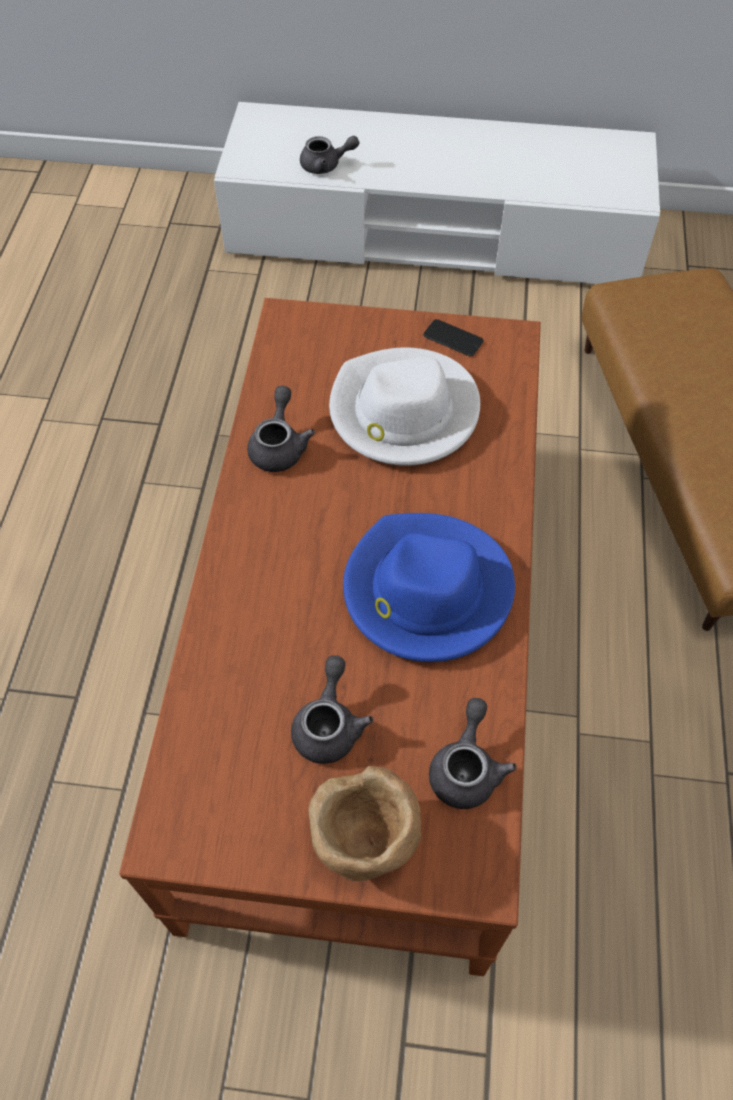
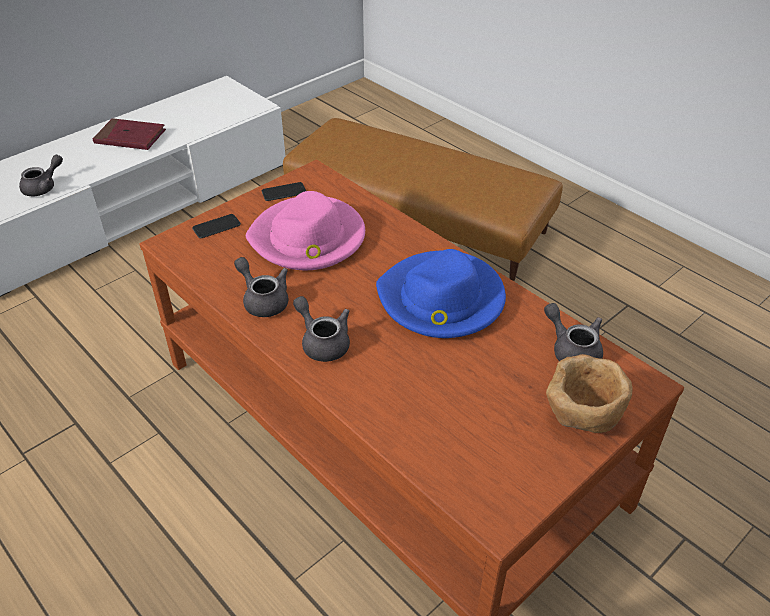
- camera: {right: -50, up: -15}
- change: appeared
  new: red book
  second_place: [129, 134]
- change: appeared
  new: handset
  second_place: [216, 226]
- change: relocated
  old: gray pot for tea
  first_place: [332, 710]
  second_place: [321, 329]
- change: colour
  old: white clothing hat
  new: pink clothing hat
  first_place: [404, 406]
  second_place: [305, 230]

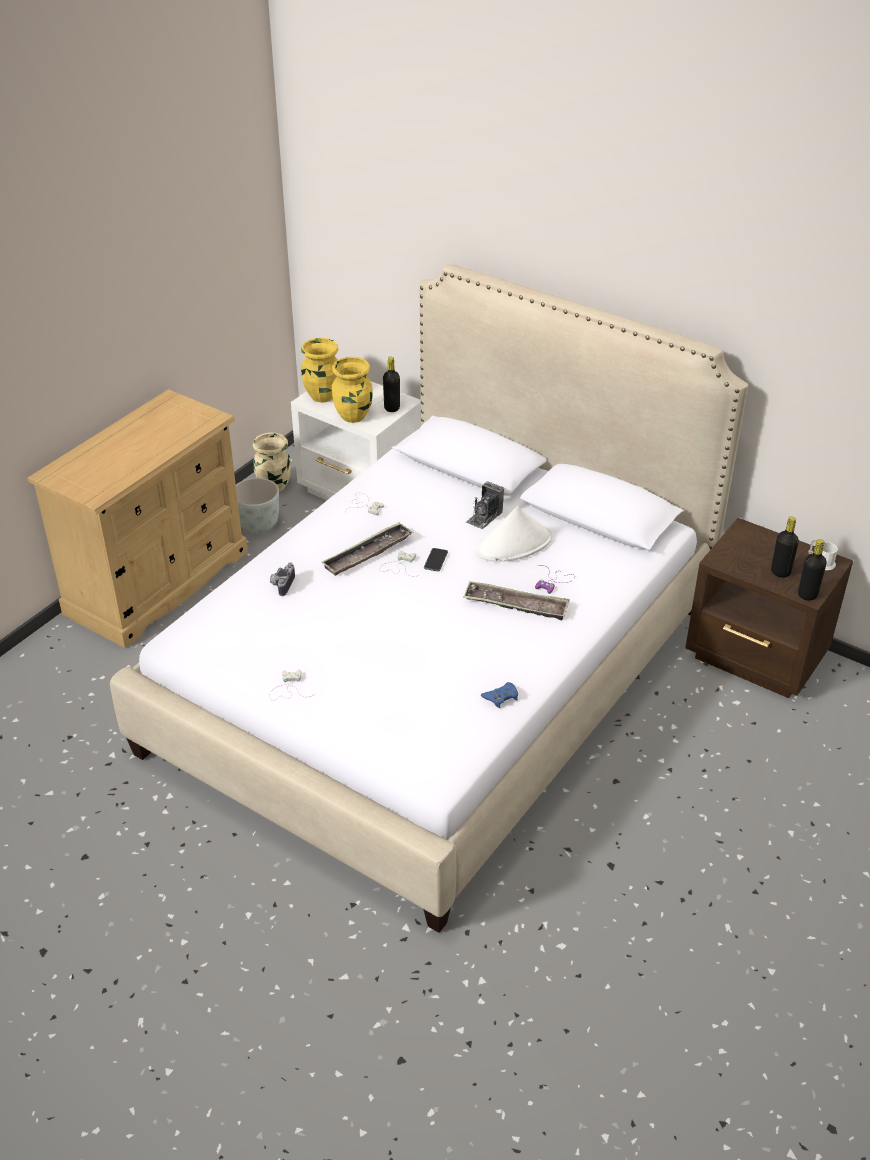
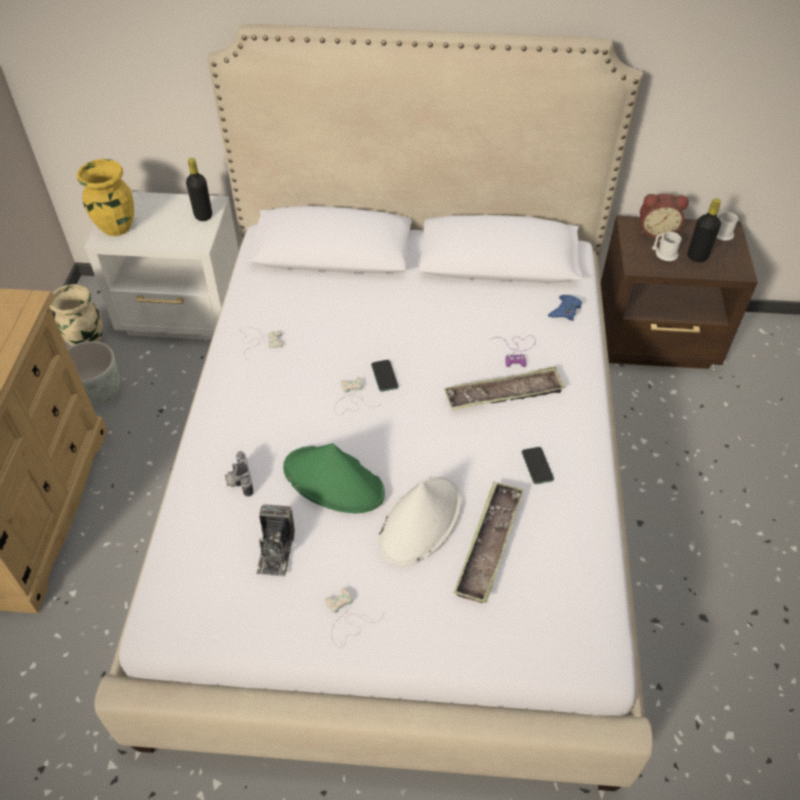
- camera: {right: -30, up: 10}
- change: missing
  old: yellow vase
  first_place: [352, 390]
- change: missing
  old: black bottle
  first_place: [812, 570]
- change: appeared
  new: green-coloured clothing hat
  second_place: [334, 478]
- change: appeared
  new: handset
  second_place: [538, 465]
- change: appeared
  new: bedside clock
  second_place: [664, 216]
- change: appeared
  new: white tea mug
  second_place: [666, 246]
- change: relocated
  old: tray
  first_place: [367, 549]
  second_place: [489, 542]
- change: relocated
  old: still camera
  first_place: [485, 505]
  second_place: [275, 540]
- change: relocated
  old: white clothing hat
  first_place: [514, 534]
  second_place: [419, 522]
- change: relocated
  old: blue joypad
  first_place: [499, 695]
  second_place: [565, 308]

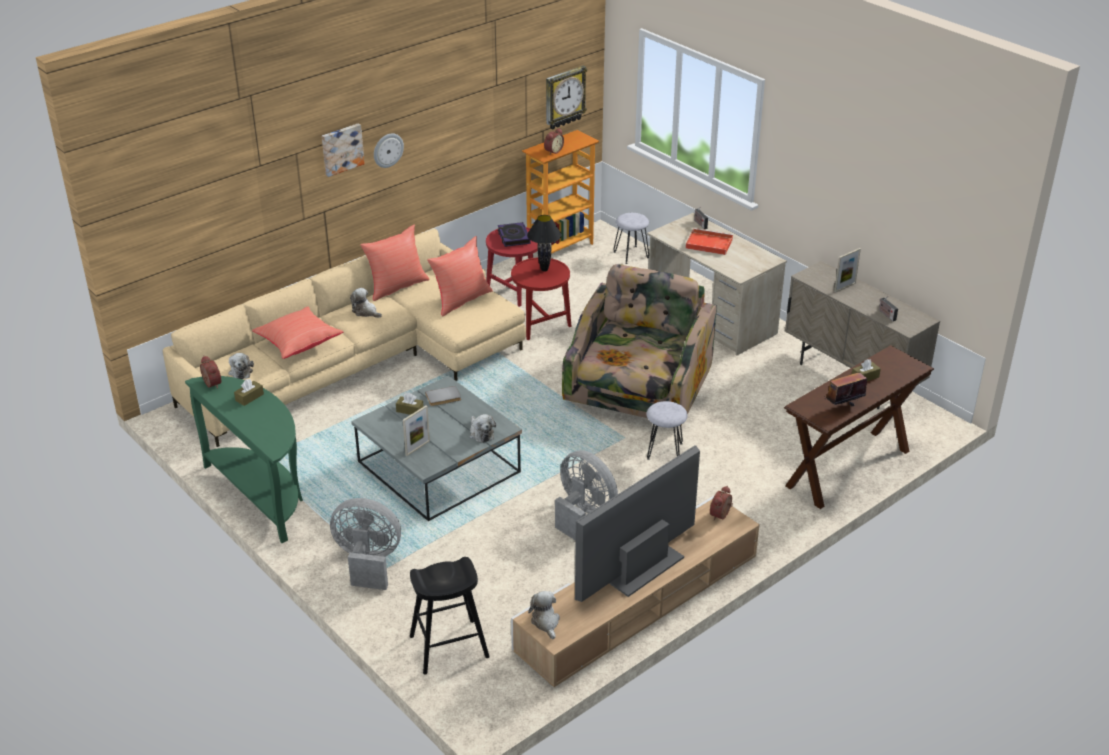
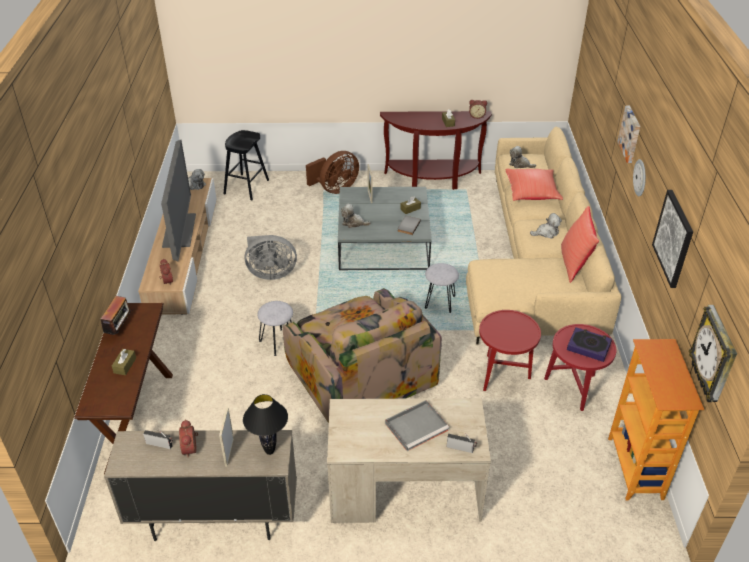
- camera: {right: 130, up: 5}
- change: missing
  old: red throw pillow
  first_place: [460, 276]
- change: appeared
  new: picture
  second_place: [672, 239]
- change: relocated
  old: black lamp for a table
  first_place: [544, 243]
  second_place: [265, 424]
- change: relocated
  old: bedside clock
  first_place: [554, 141]
  second_place: [188, 438]
- change: relocated
  old: gray stool
  first_place: [631, 238]
  second_place: [442, 288]
- change: colour
  old: green-coloured hall table
  new: brown-coloured hall table
  first_place: [244, 459]
  second_place: [436, 150]
- change: colour
  old: gray electric fan
  new: brown-coloured electric fan
  first_place: [365, 544]
  second_place: [332, 172]
- change: colour
  old: red tray
  new: gray tray
  first_place: [709, 241]
  second_place: [417, 425]

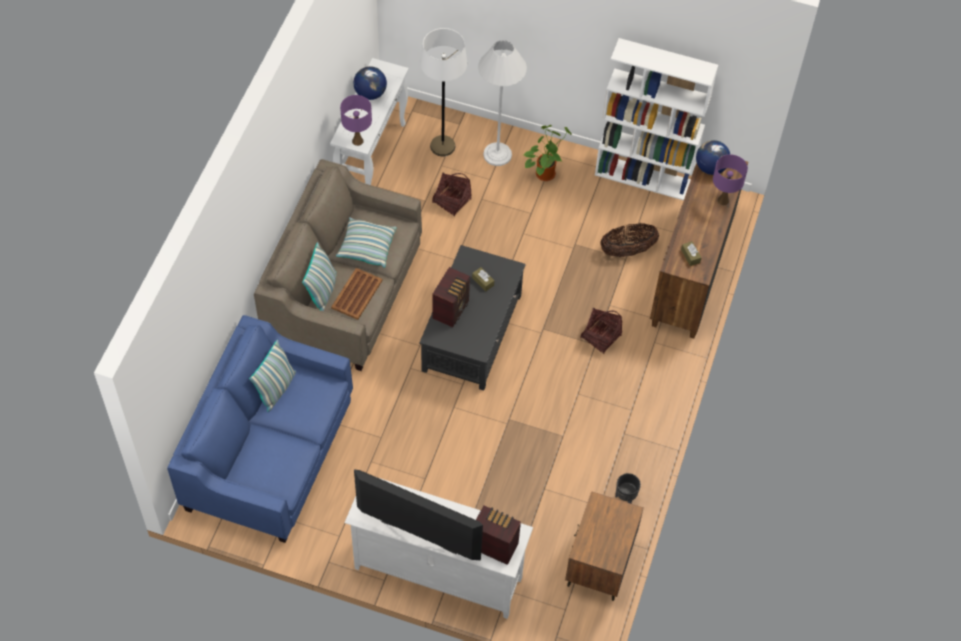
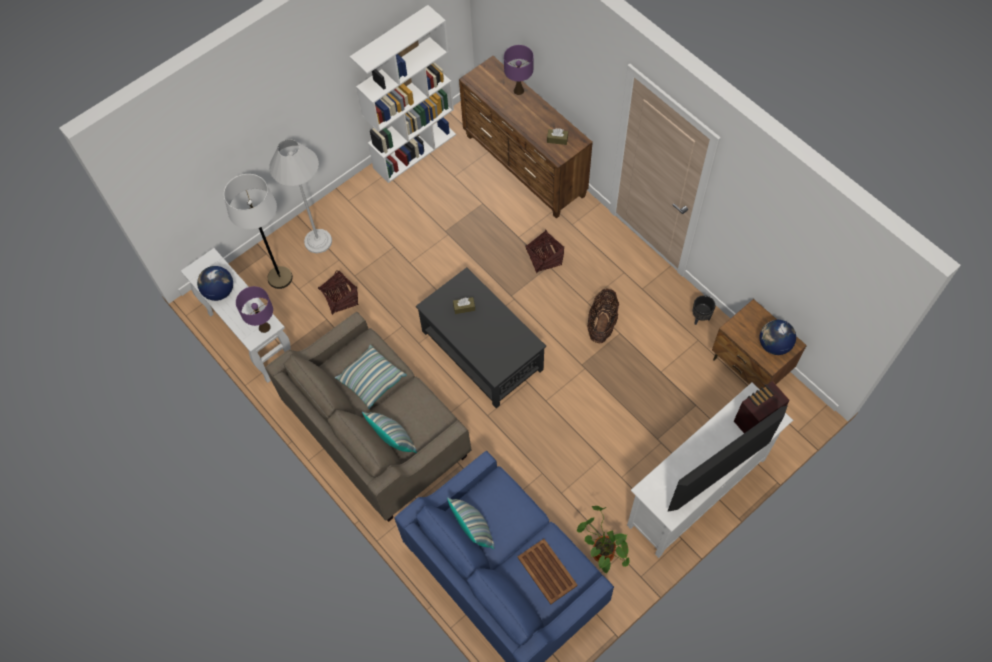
- camera: {right: -55, up: 5}
- change: missing
  old: radio
  first_place: [451, 297]
- change: relocated
  old: brown-coloured tray
  first_place: [357, 294]
  second_place: [547, 572]
- change: relocated
  old: houseplant
  first_place: [548, 153]
  second_place: [603, 540]
- change: relocated
  old: basket
  first_place: [629, 240]
  second_place: [603, 315]
- change: relocated
  old: desk globe
  first_place: [713, 157]
  second_place: [778, 337]

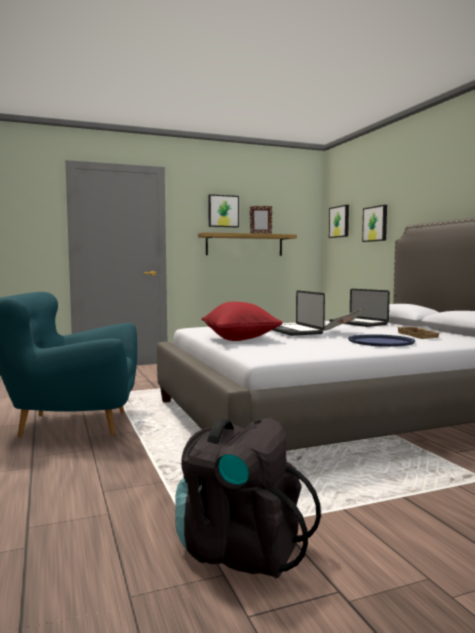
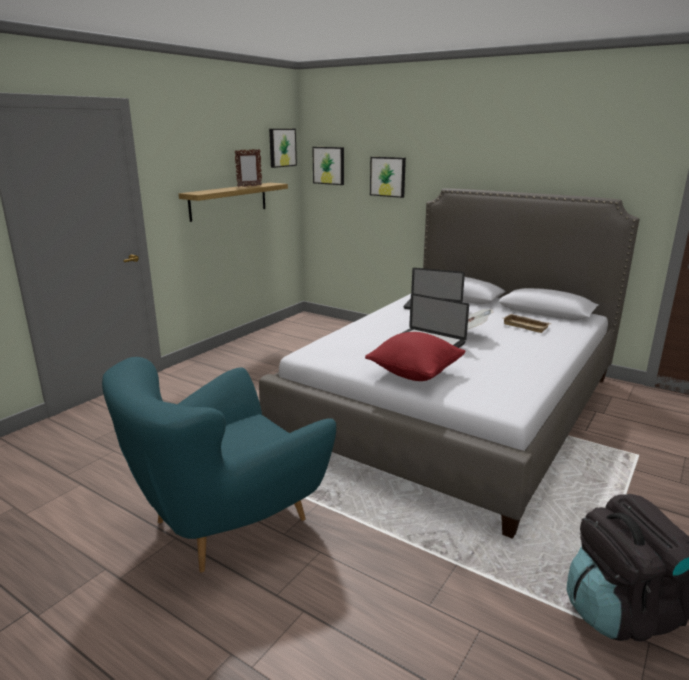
- camera: {right: -35, up: 15}
- change: missing
  old: blue tray
  first_place: [381, 340]
- change: relocated
  old: picture
  first_place: [223, 210]
  second_place: [283, 148]

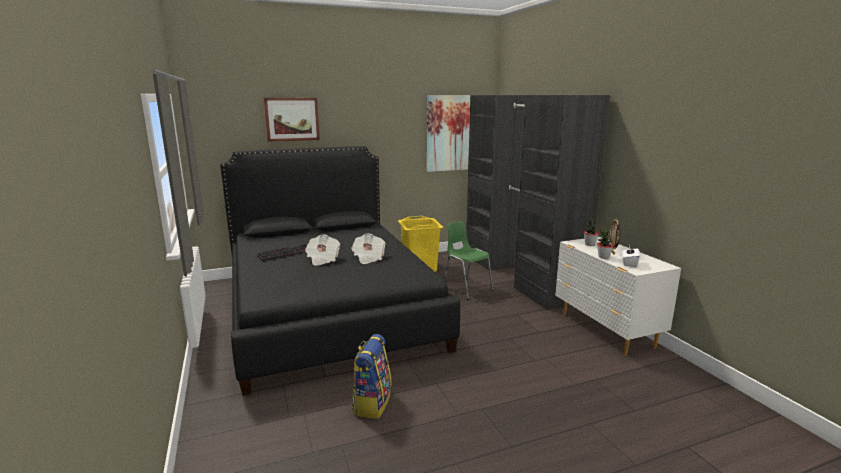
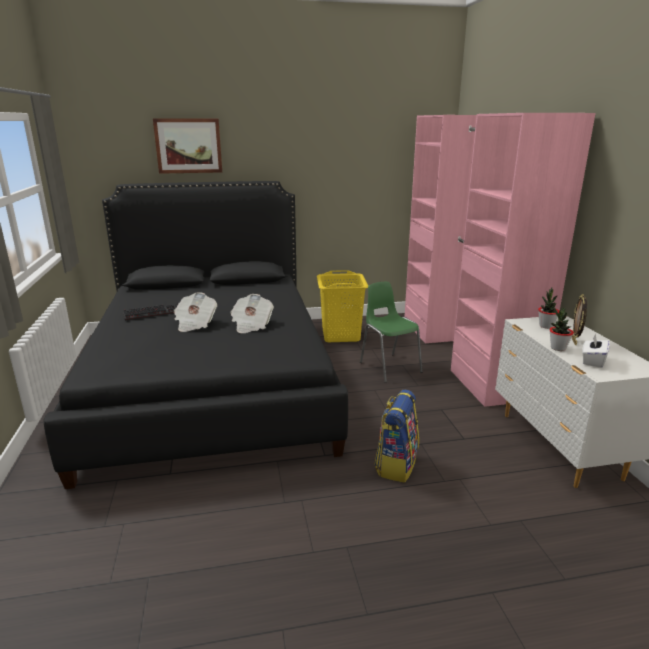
- camera: {right: 10, up: 5}
- change: missing
  old: picture
  first_place: [448, 133]
- change: relocated
  old: rucksack
  first_place: [371, 376]
  second_place: [397, 436]
- change: colour
  old: black clothes cupboard
  new: pink clothes cupboard
  first_place: [538, 202]
  second_place: [499, 260]

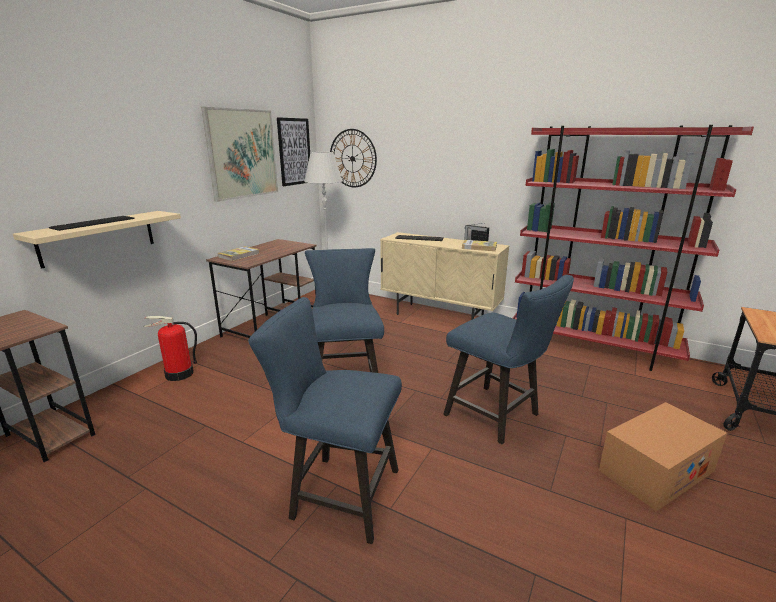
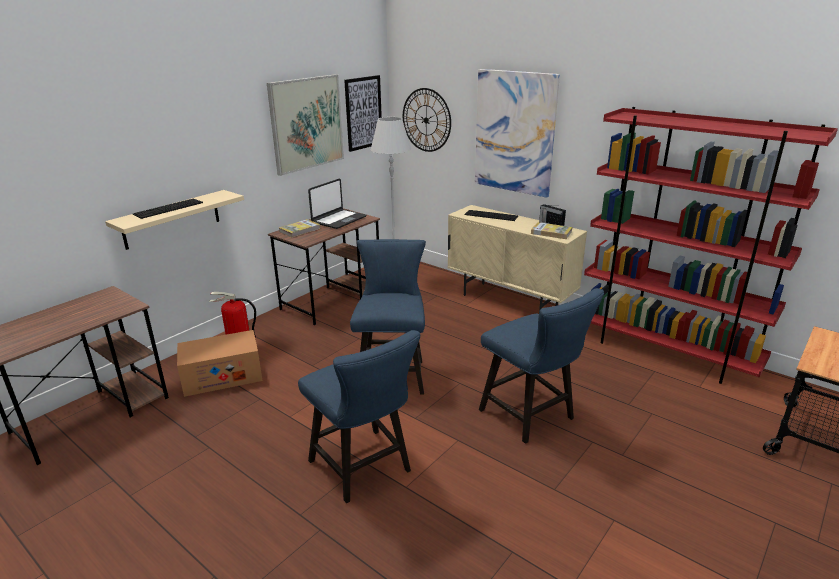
- camera: {right: 10, up: 5}
- change: appeared
  new: notebook computer
  second_place: [337, 204]
- change: appeared
  new: picture
  second_place: [517, 133]
- change: relocated
  old: carton
  first_place: [663, 456]
  second_place: [220, 363]
- change: spun
  old: blue chair
  first_place: [325, 420]
  second_place: [359, 416]
  degrees: -150

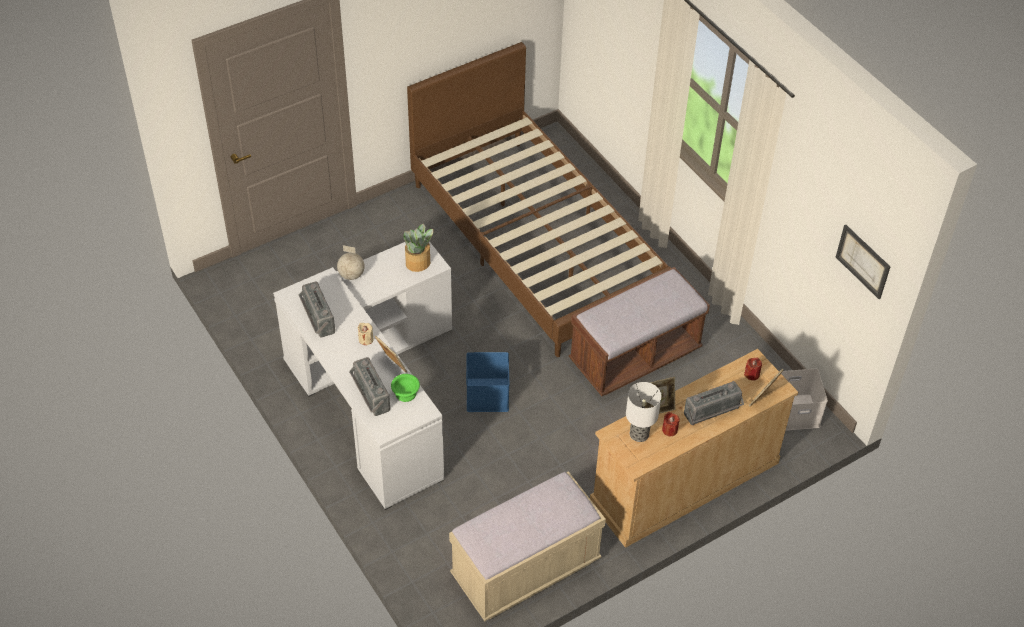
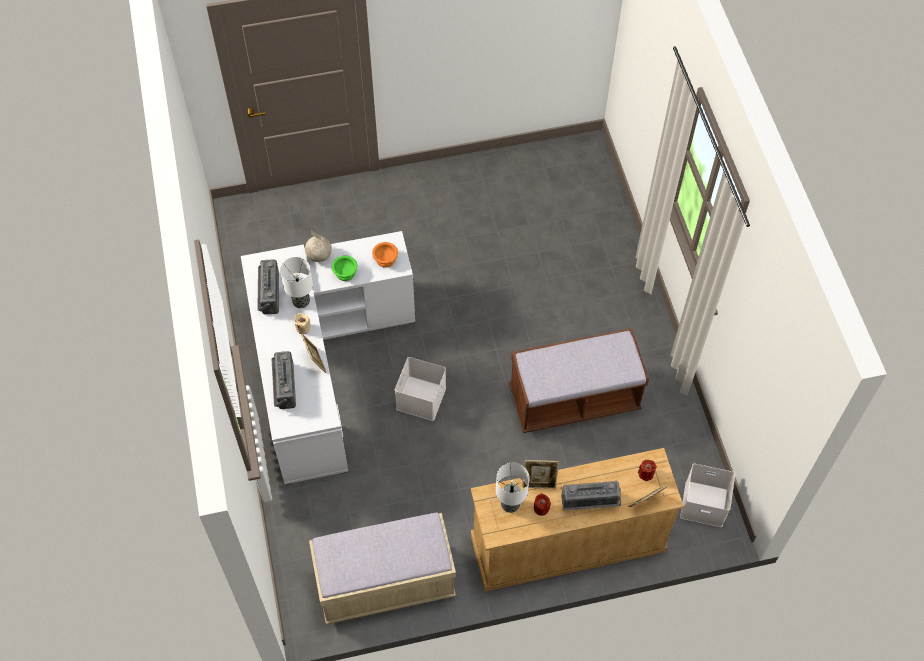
- camera: {right: 20, up: 10}
- change: missing
  old: brown-coloured bed
  first_place: [539, 199]
- change: missing
  old: picture
  first_place: [863, 261]
- change: appeared
  new: lamp for a table
  second_place: [296, 282]
- change: relocated
  old: green-coloured deep dish
  first_place: [405, 388]
  second_place: [345, 268]
- change: exchanged
  old: houseplant
  new: orange deep dish
  first_place: [418, 248]
  second_place: [385, 255]
- change: colour
  old: blue storage bin
  new: white storage bin
  first_place: [487, 382]
  second_place: [420, 389]

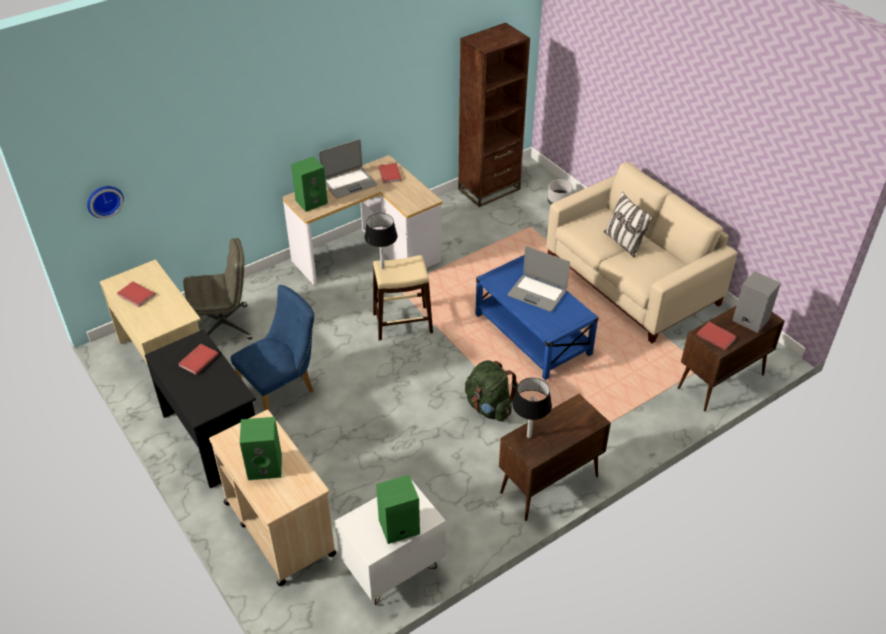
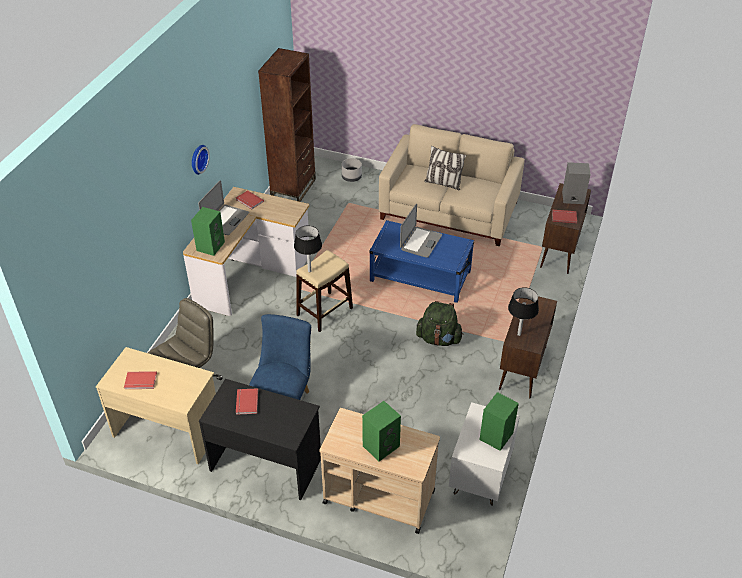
- camera: {right: -35, up: 0}
- change: relocated
  old: wall clock
  first_place: [105, 202]
  second_place: [201, 160]
- change: spun
  old: notebook computer
  first_place: [538, 279]
  second_place: [421, 231]
  degrees: -60

